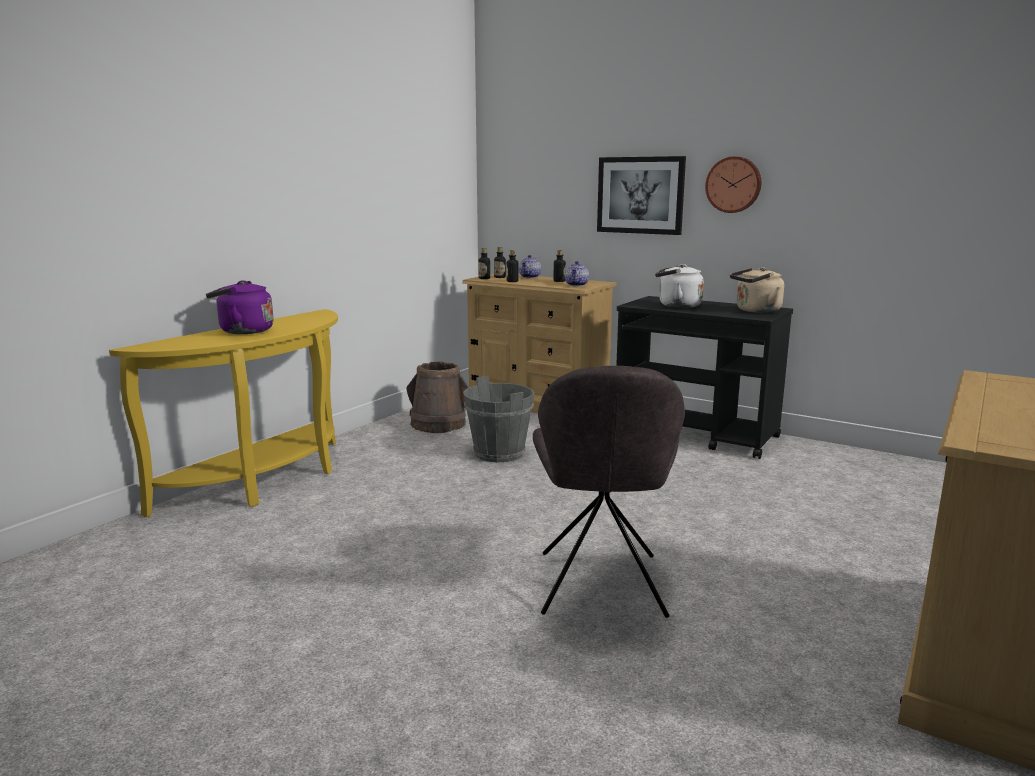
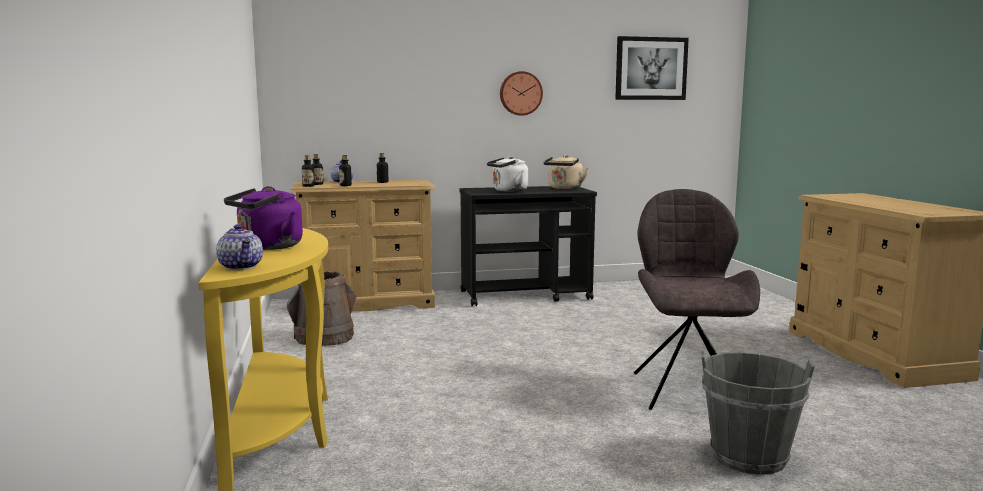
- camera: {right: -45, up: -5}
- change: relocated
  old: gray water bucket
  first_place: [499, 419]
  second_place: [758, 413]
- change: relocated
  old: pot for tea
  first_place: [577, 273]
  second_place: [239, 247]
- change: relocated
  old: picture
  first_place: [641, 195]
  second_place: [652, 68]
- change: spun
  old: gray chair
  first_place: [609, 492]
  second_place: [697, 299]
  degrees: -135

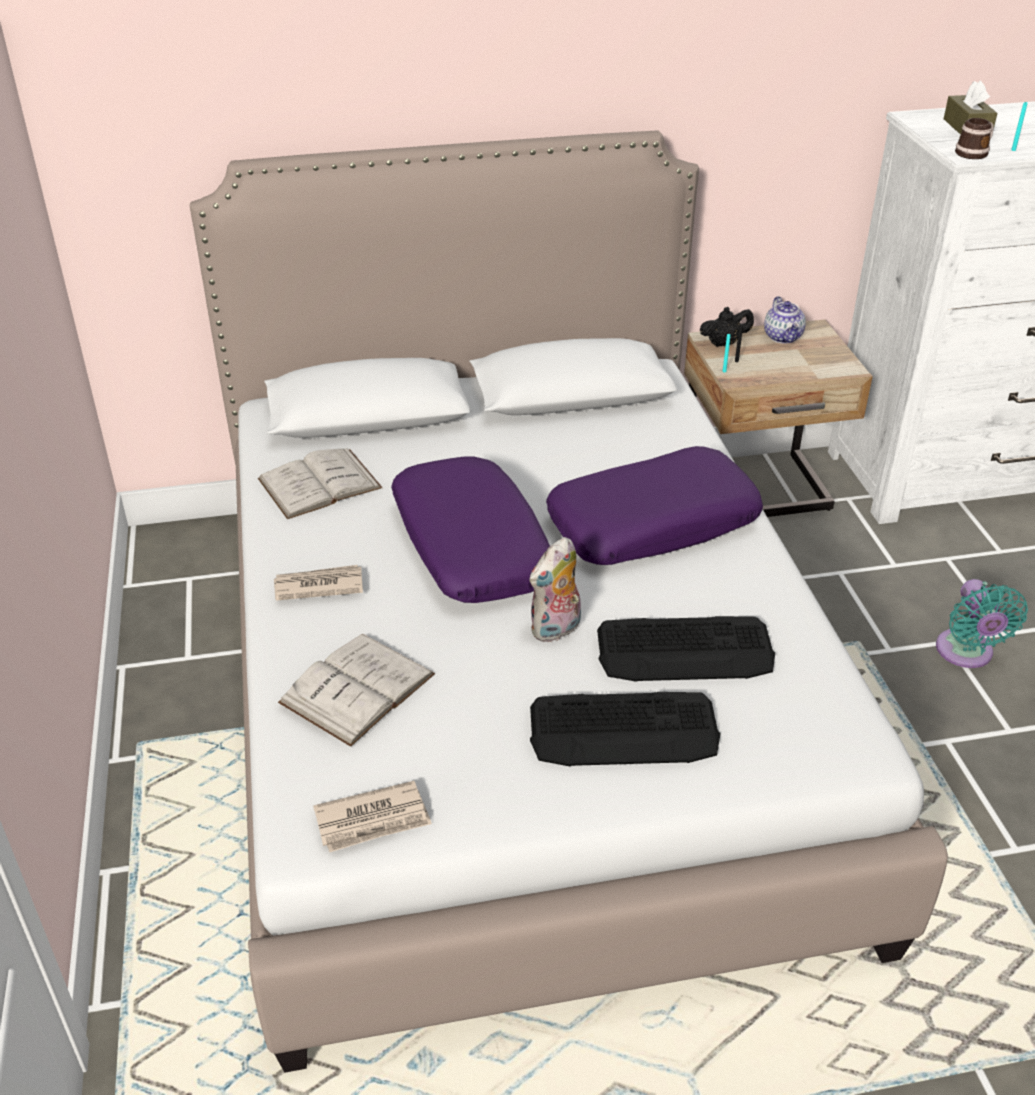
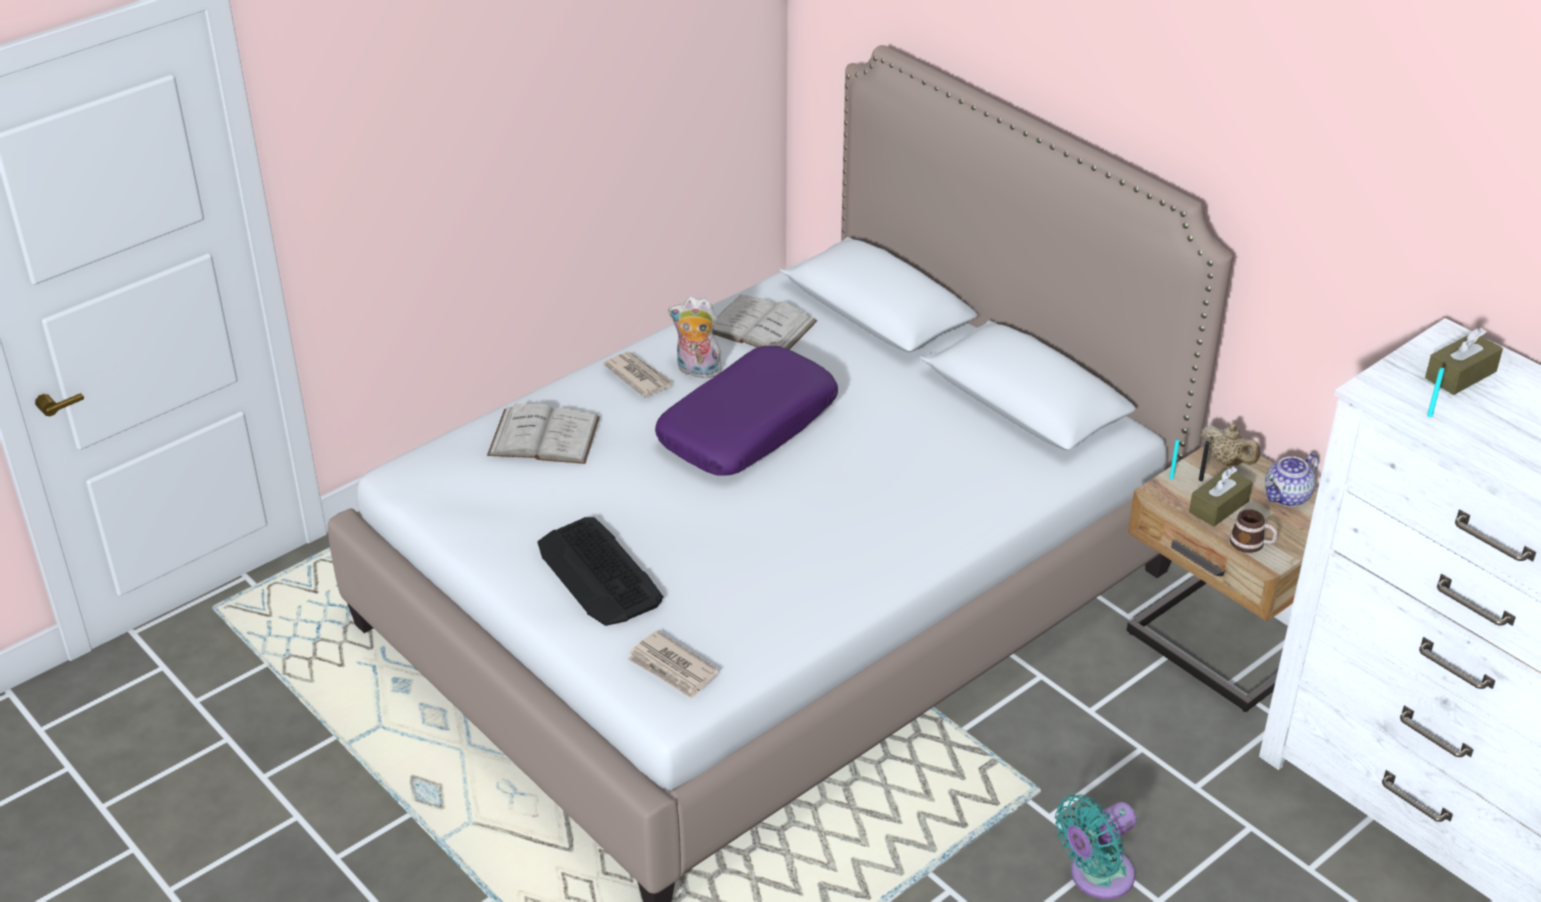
- camera: {right: 60, up: 0}
- change: missing
  old: purple throw pillow
  first_place: [654, 505]
- change: missing
  old: PC keyboard
  first_place: [686, 649]
- change: appeared
  new: brown-coloured box of tissues
  second_place: [1221, 497]
- change: relocated
  old: printed paper
  first_place: [372, 816]
  second_place: [673, 664]
- change: relocated
  old: plush toy
  first_place: [555, 590]
  second_place: [696, 337]
- change: relocated
  old: tea mug
  first_place: [974, 138]
  second_place: [1254, 531]
- change: colour
  old: black pot for tea
  new: beige-coloured pot for tea
  first_place: [727, 327]
  second_place: [1230, 444]

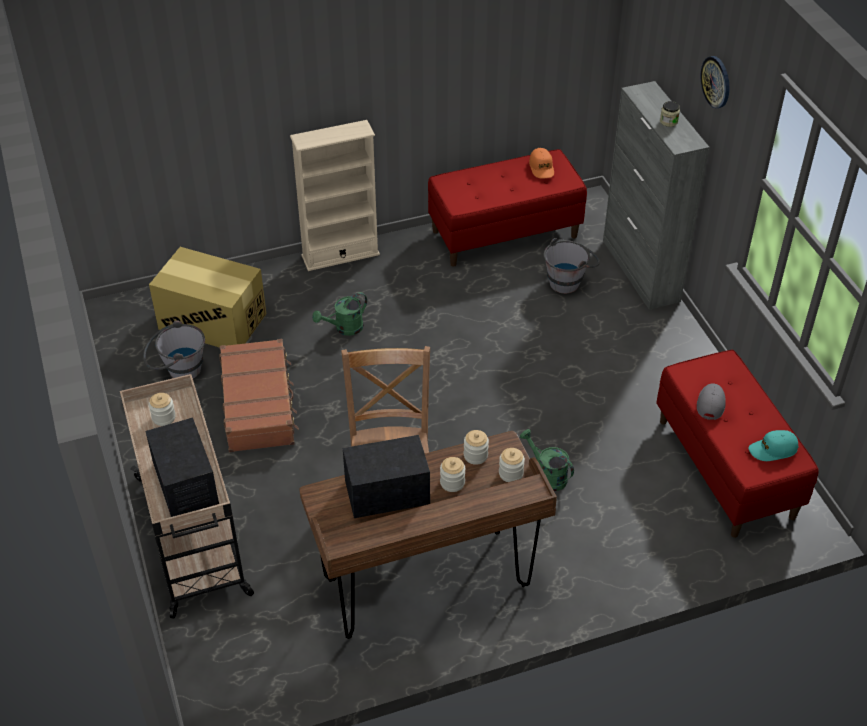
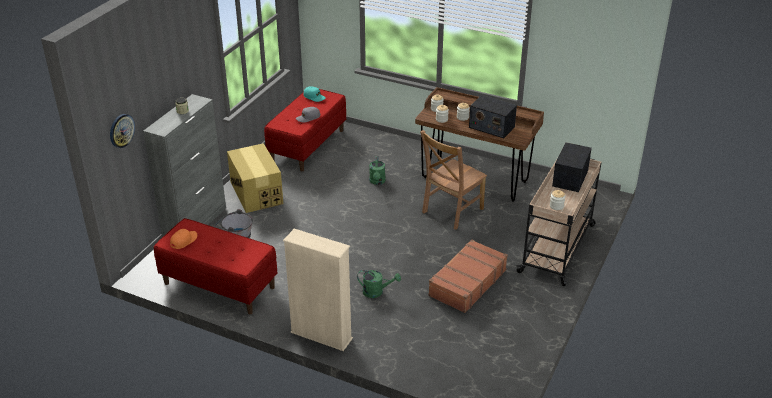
- camera: {right: -135, up: -10}
- change: missing
  old: gray water bucket
  first_place: [174, 350]
- change: relocated
  old: carton
  first_place: [207, 297]
  second_place: [255, 178]
- change: relocated
  old: wall clock
  first_place: [715, 82]
  second_place: [122, 131]

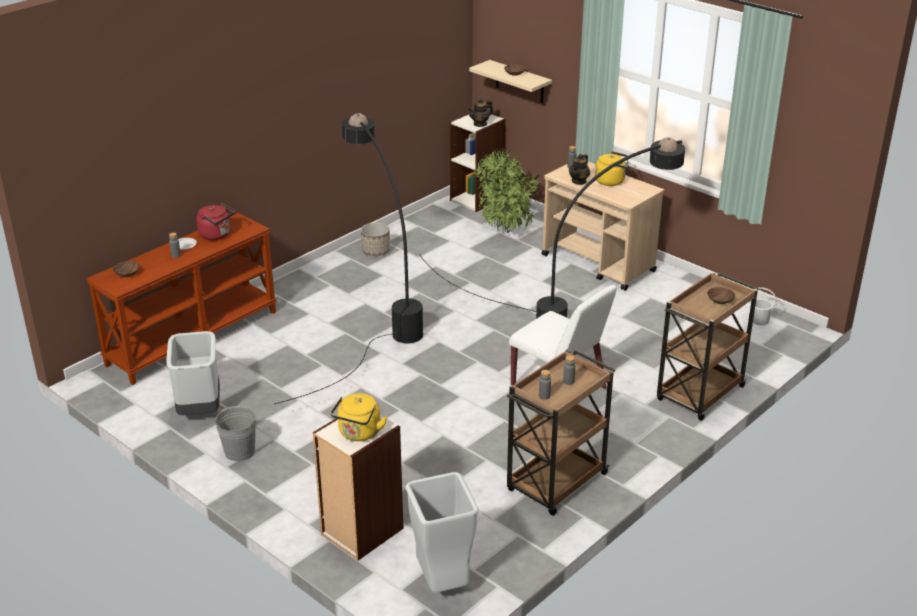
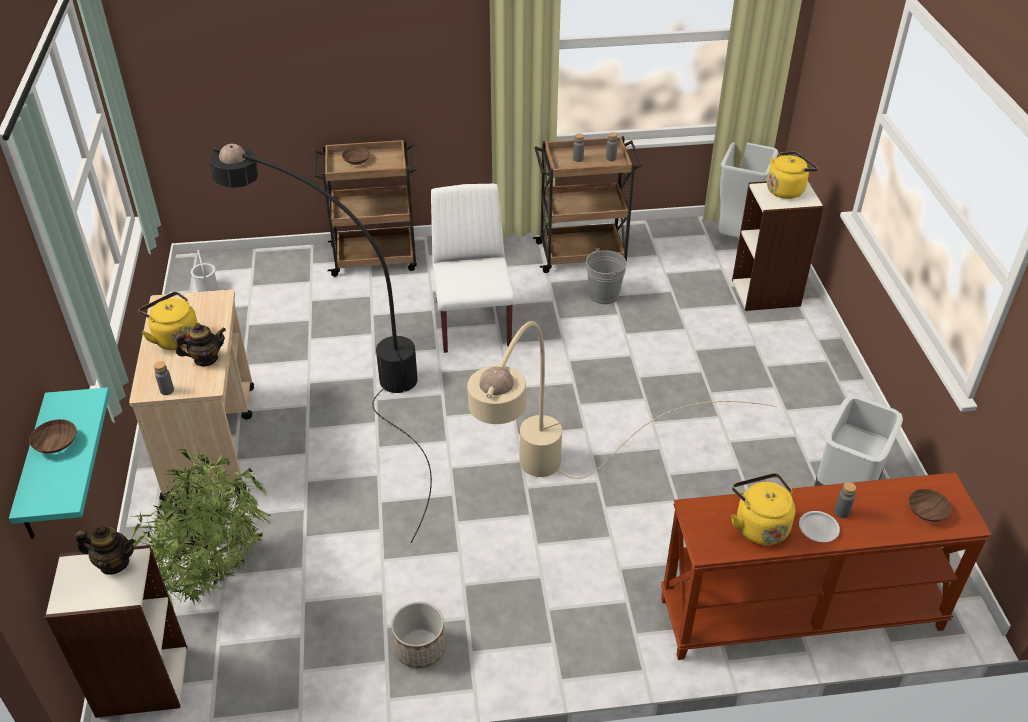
- camera: {right: -140, up: 10}
- change: relocated
  old: gray water bucket
  first_place: [235, 433]
  second_place: [606, 276]
- change: colour
  old: red kettle
  new: yellow kettle
  first_place: [215, 221]
  second_place: [763, 509]
- change: colour
  old: black standing lamp
  new: beige-coloured standing lamp
  first_place: [348, 258]
  second_place: [622, 400]
- change: colour
  old: beige-coloured shelf
  new: turquoise-coloured shelf
  first_place: [510, 81]
  second_place: [59, 463]

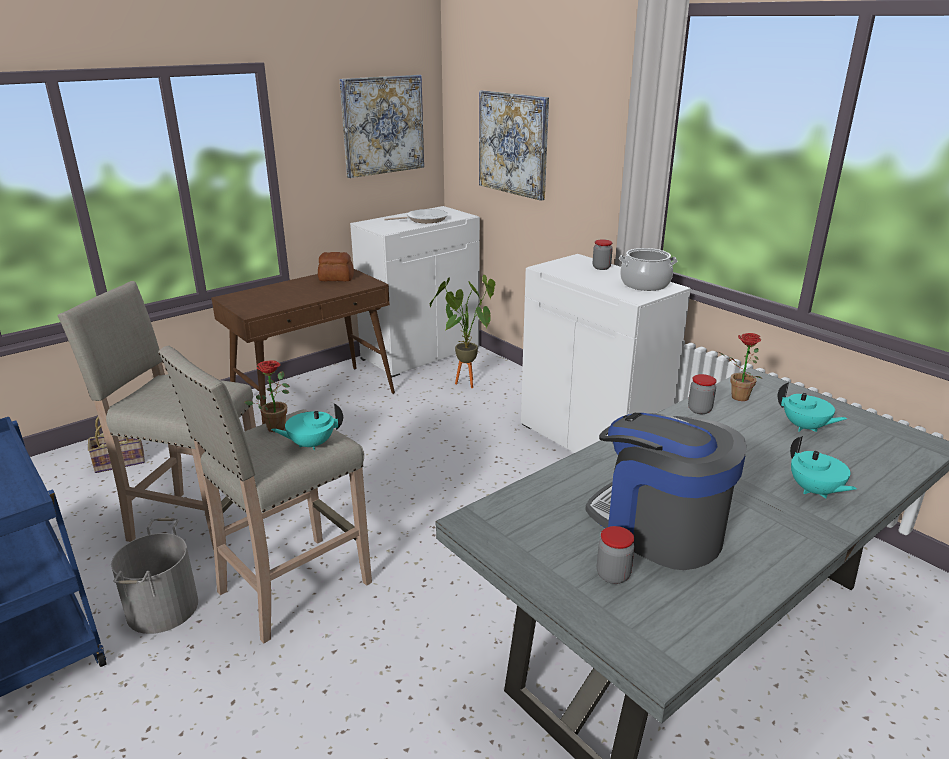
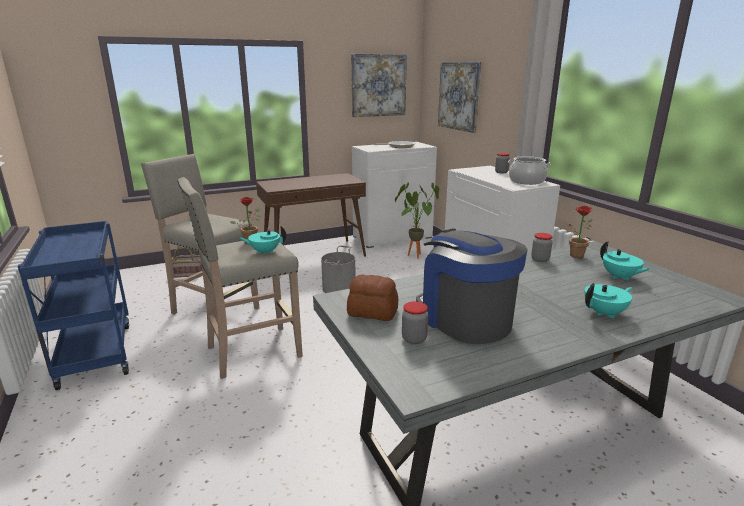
- camera: {right: 15, up: -5}
- change: relocated
  old: gray water bucket
  first_place: [154, 576]
  second_place: [338, 269]
- change: relocated
  old: baked bread
  first_place: [336, 266]
  second_place: [372, 297]
- change: spun
  old: turquoise-coloured pot for tea
  first_place: [823, 467]
  second_place: [608, 301]
  degrees: -105

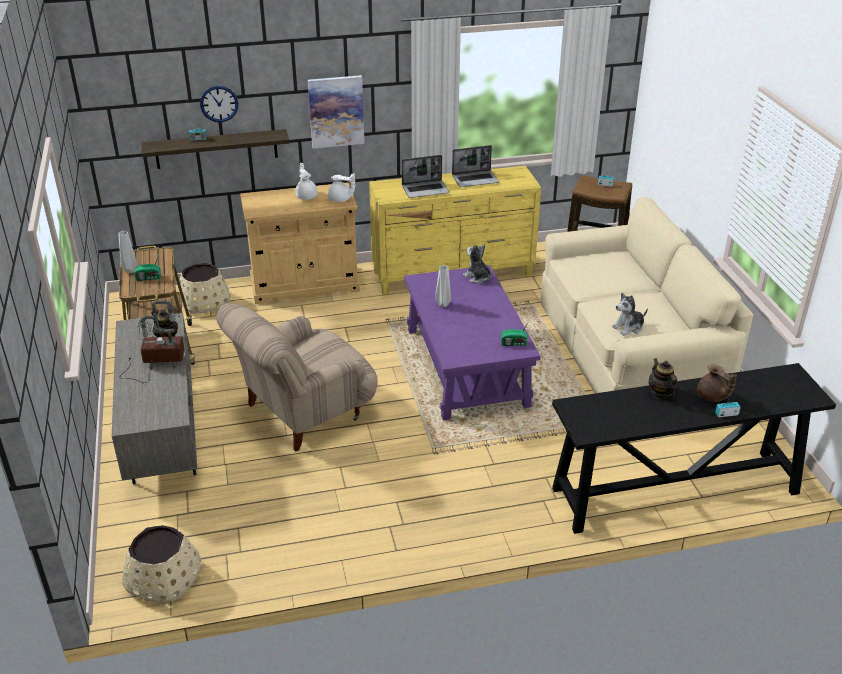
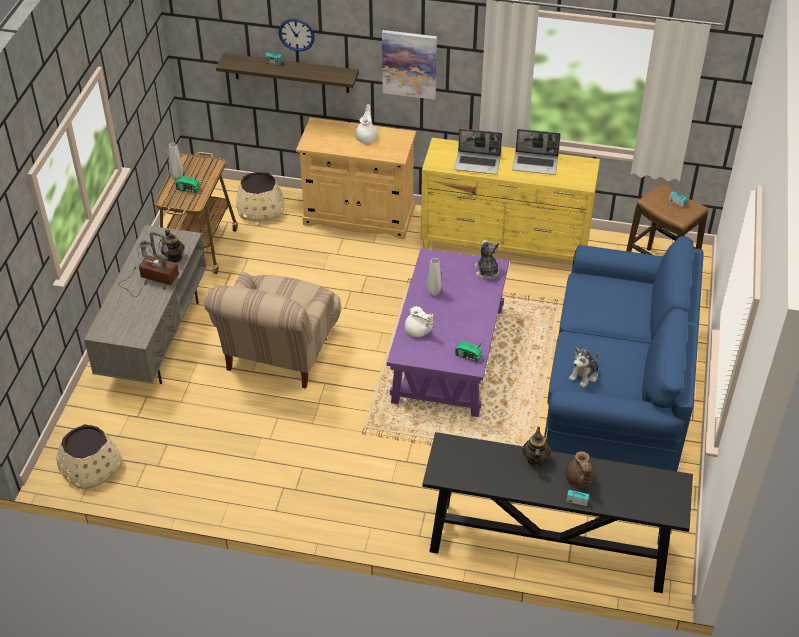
- camera: {right: 25, up: 10}
- change: relocated
  old: white pot for tea
  first_place: [341, 187]
  second_place: [419, 321]
- change: colour
  old: beige-coloured sofa
  new: blue sofa
  first_place: [646, 295]
  second_place: [624, 353]
- change: spun
  old: beige-coloured armchair
  first_place: [297, 377]
  second_place: [272, 330]
  degrees: -60
- change: spun
  old: plush toy
  first_place: [630, 314]
  second_place: [584, 367]
  degrees: -45

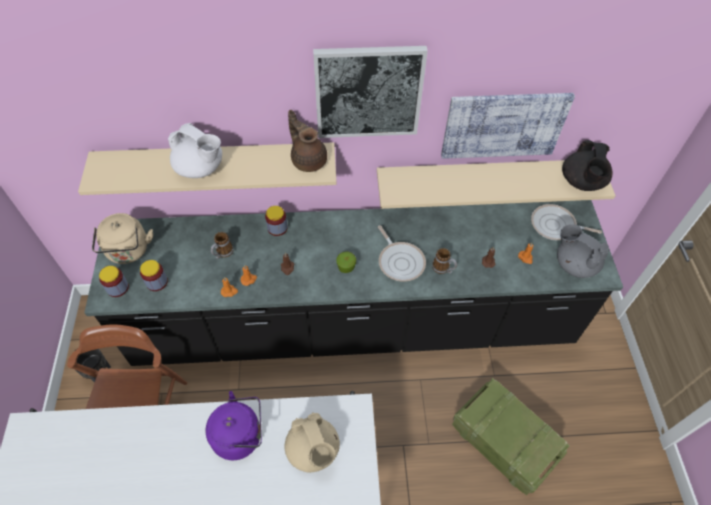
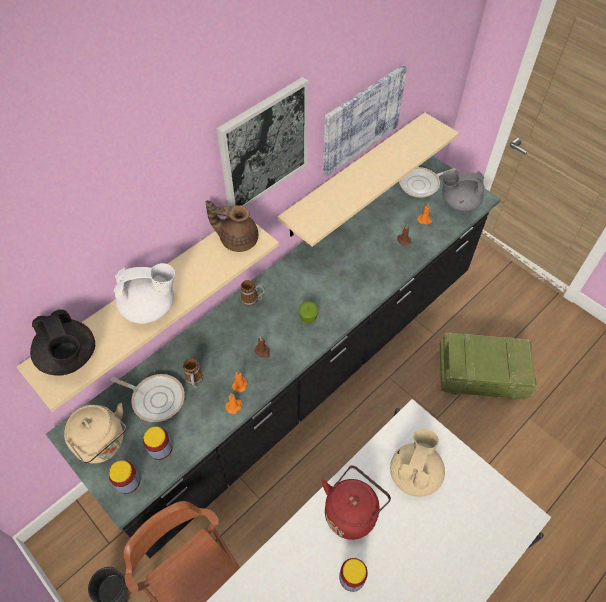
- camera: {right: -40, up: 0}
- change: relocated
  old: storage jar
  first_place: [276, 221]
  second_place: [353, 575]
- change: relocated
  old: frying pan
  first_place: [402, 254]
  second_place: [148, 398]
- change: relocated
  old: tea mug
  first_place: [444, 261]
  second_place: [252, 293]
- change: relocated
  old: black pot for tea
  first_place: [587, 165]
  second_place: [62, 342]
- change: colour
  old: purple kettle
  new: red kettle
  first_place: [234, 425]
  second_place: [356, 502]
- change: spun
  old: beige-coloured pot for tea
  first_place: [312, 442]
  second_place: [417, 463]
  degrees: -90

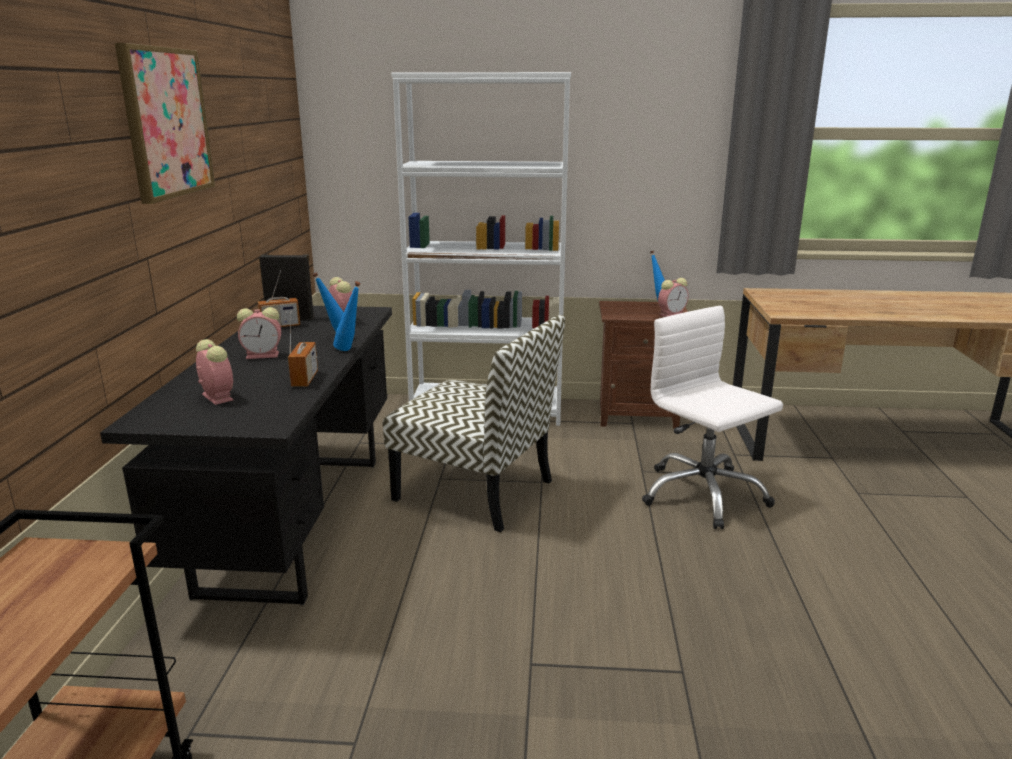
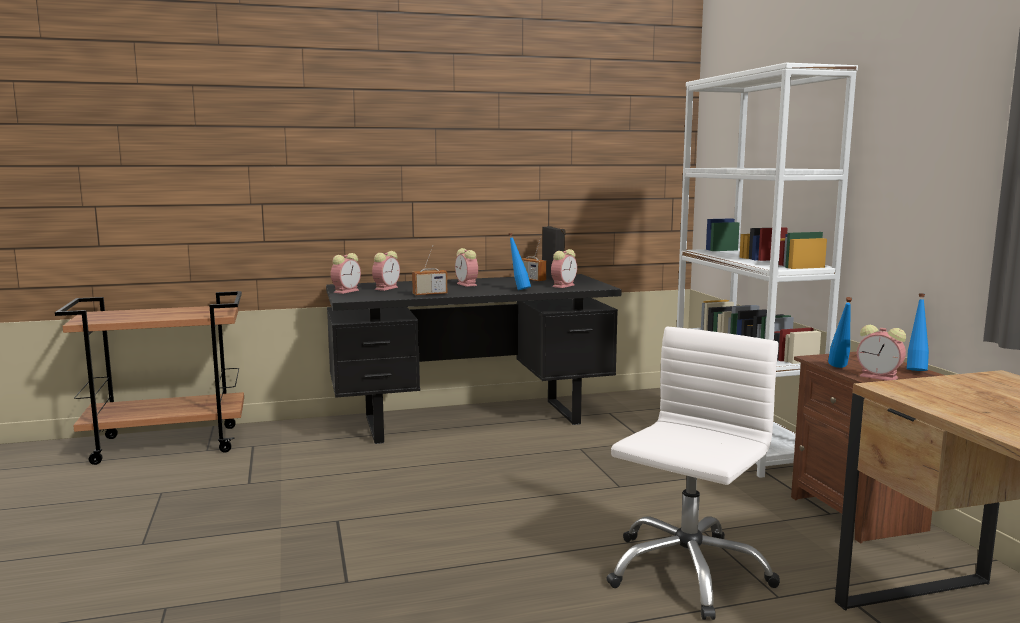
- camera: {right: 70, up: -10}
- change: missing
  old: picture
  first_place: [165, 123]
- change: missing
  old: chair
  first_place: [474, 423]
- change: appeared
  new: bedside clock
  second_place: [346, 273]
- change: relocated
  old: blue bottle
  first_place: [347, 316]
  second_place: [840, 332]

